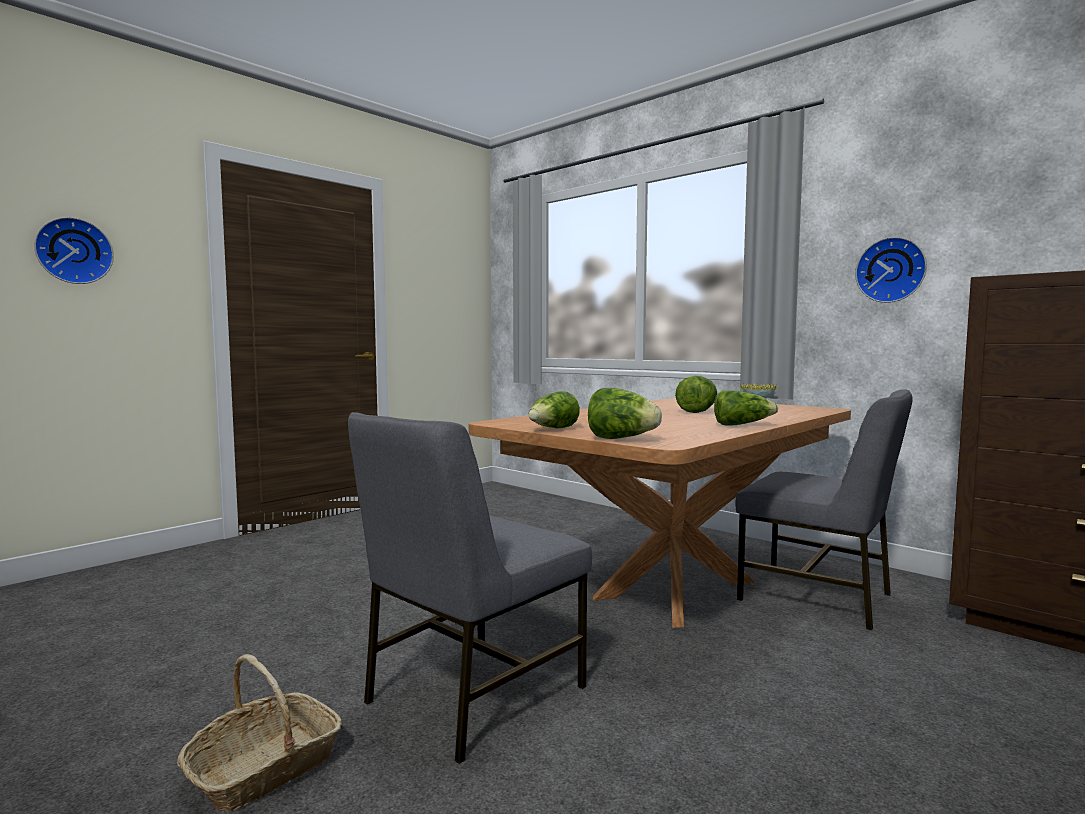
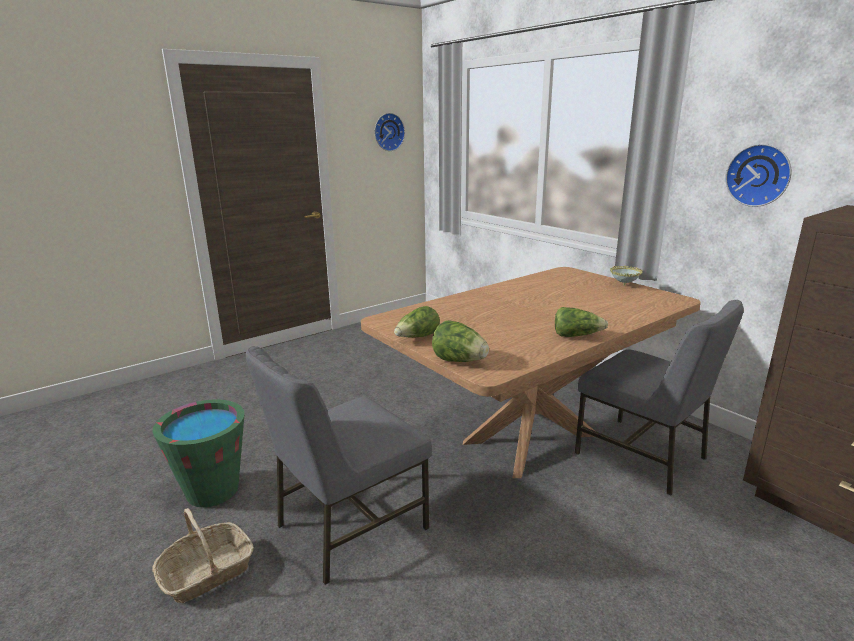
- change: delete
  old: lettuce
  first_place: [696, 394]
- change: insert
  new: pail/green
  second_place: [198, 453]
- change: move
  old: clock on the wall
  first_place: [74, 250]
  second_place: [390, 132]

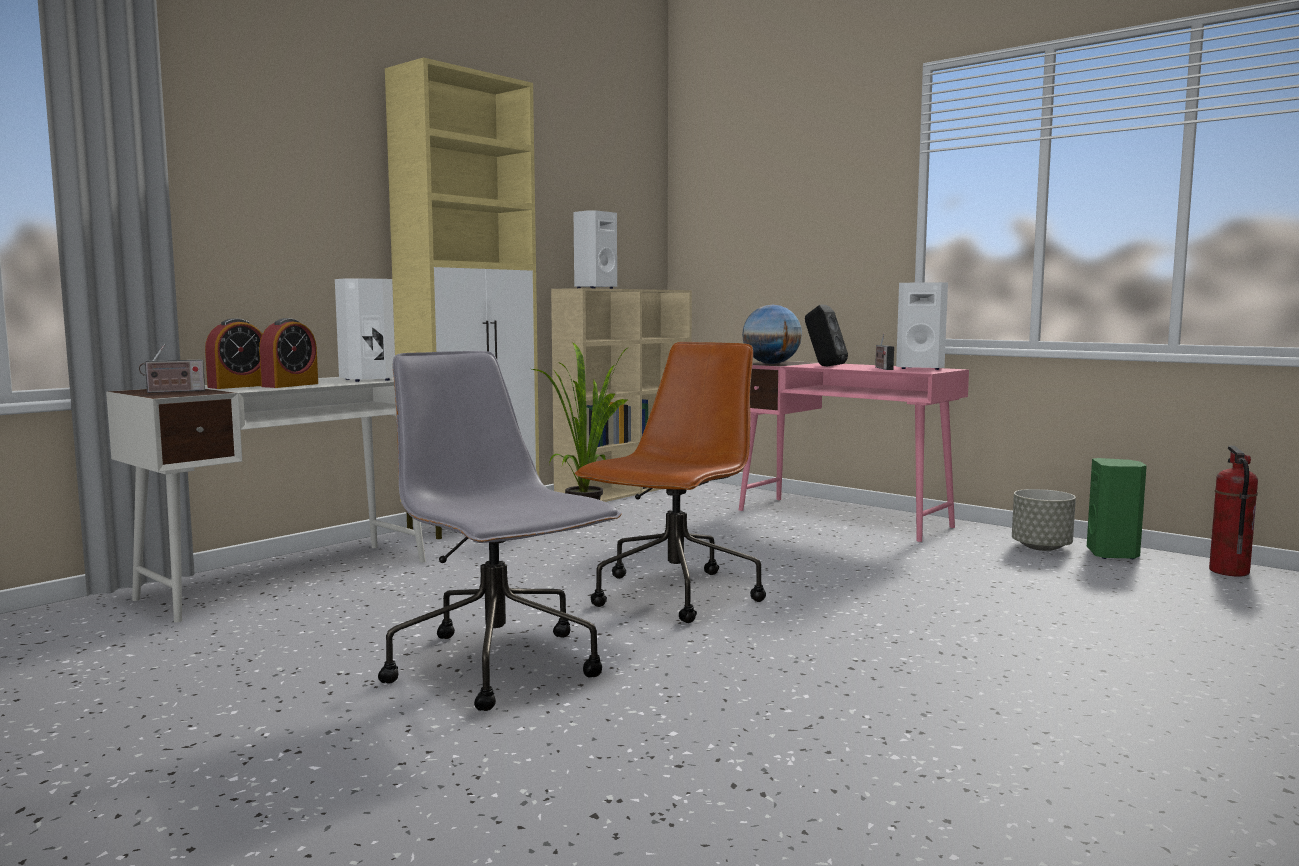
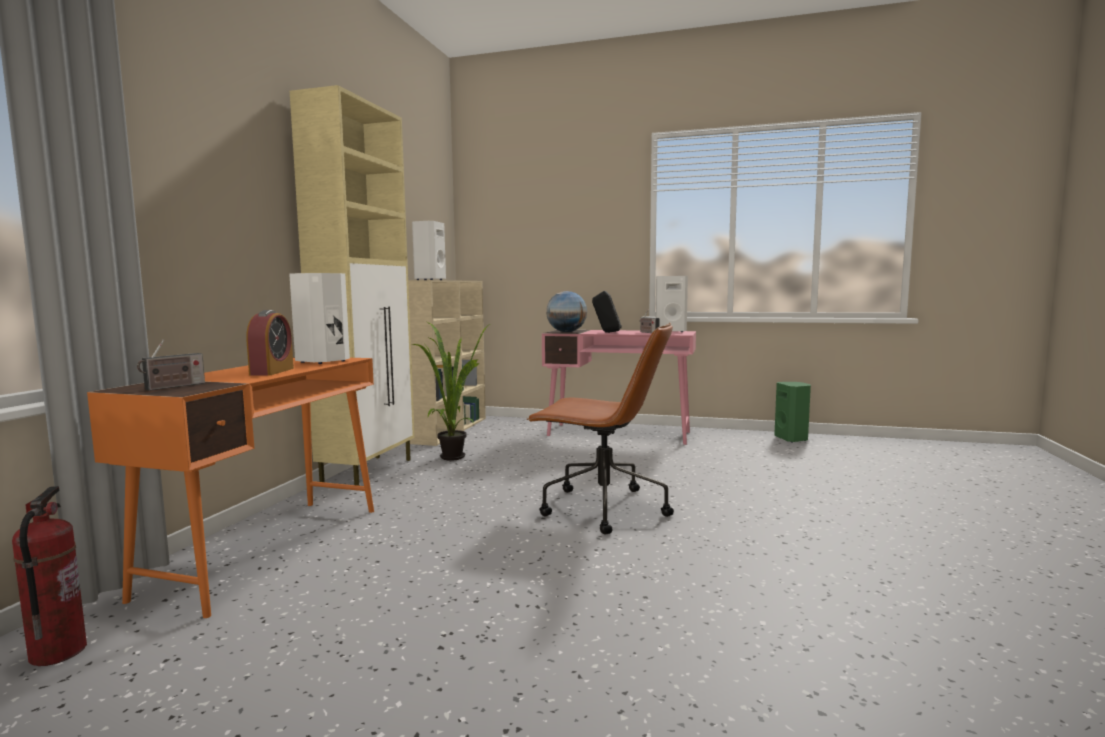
- change: delete
  old: bedside clock
  first_place: [233, 353]
- change: delete
  old: office chair/grey
  first_place: [500, 531]
- change: delete
  old: plant pot/grey
  first_place: [1044, 520]
- change: move
  old: fire extinguisher
  first_place: [1233, 511]
  second_place: [49, 576]
- change: recolor
  old: desk unit/white-coloured
  new: desk unit/orange-coloured
  first_place: [266, 499]
  second_place: [230, 488]
- change: rotate
  old: office chair/brown-coloured
  first_place: [670, 482]
  second_place: [600, 429]
  degrees: 105

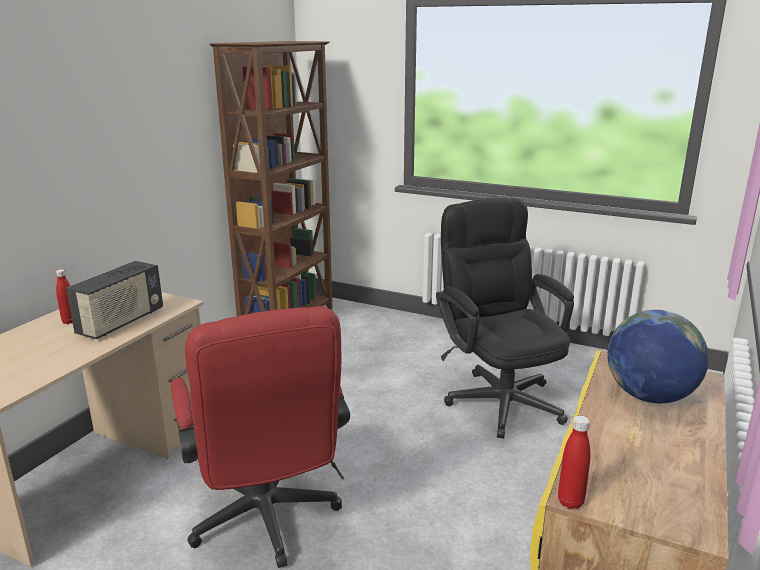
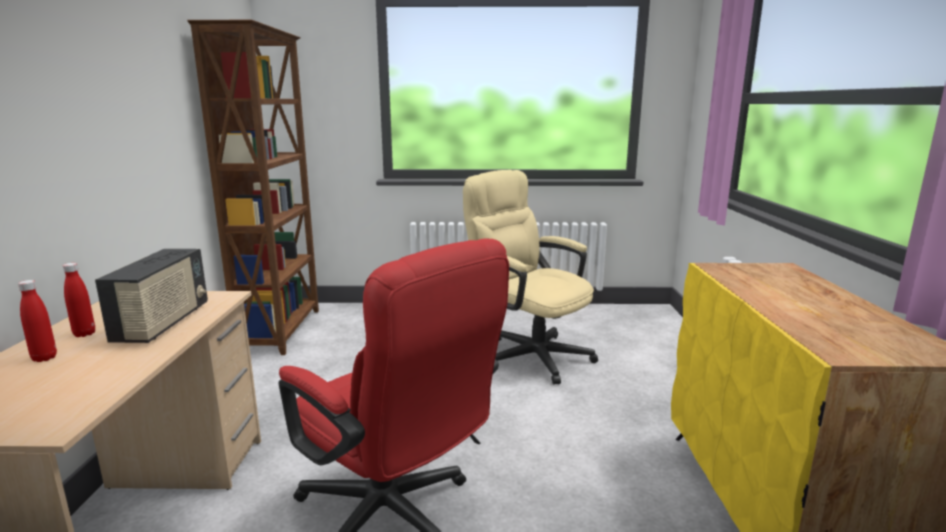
- change: delete
  old: globe
  first_place: [658, 357]
- change: move
  old: drink bottle/reddish
  first_place: [574, 462]
  second_place: [37, 321]
- change: recolor
  old: office chair/black
  new: office chair/beige-coloured
  first_place: [505, 318]
  second_place: [530, 277]

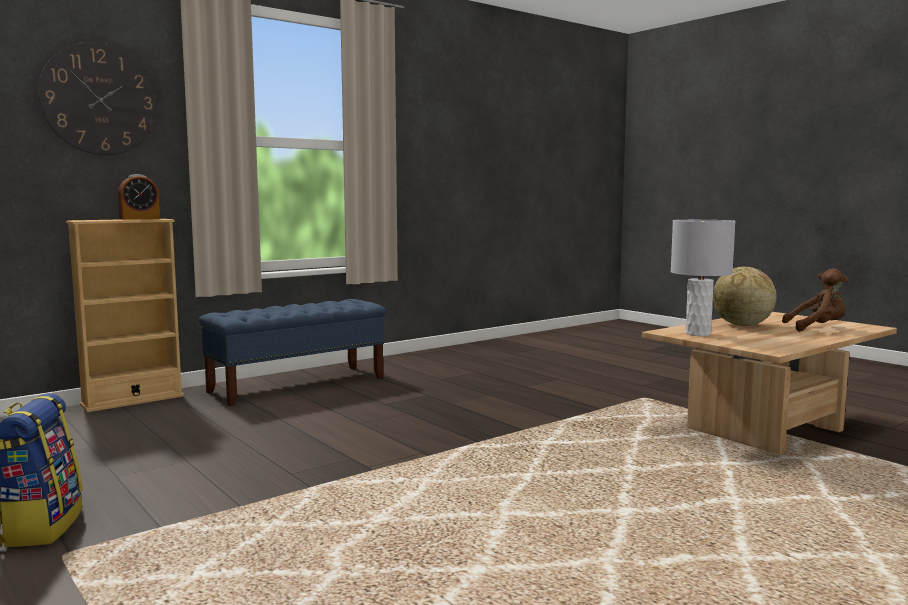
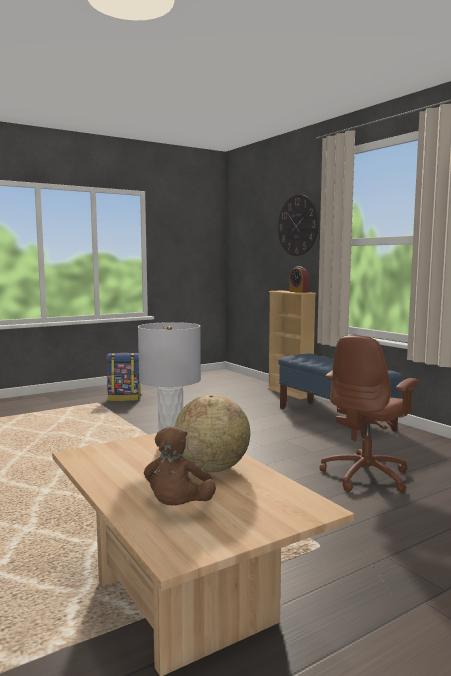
- change: insert
  new: office chair/brown-coloured
  second_place: [369, 414]

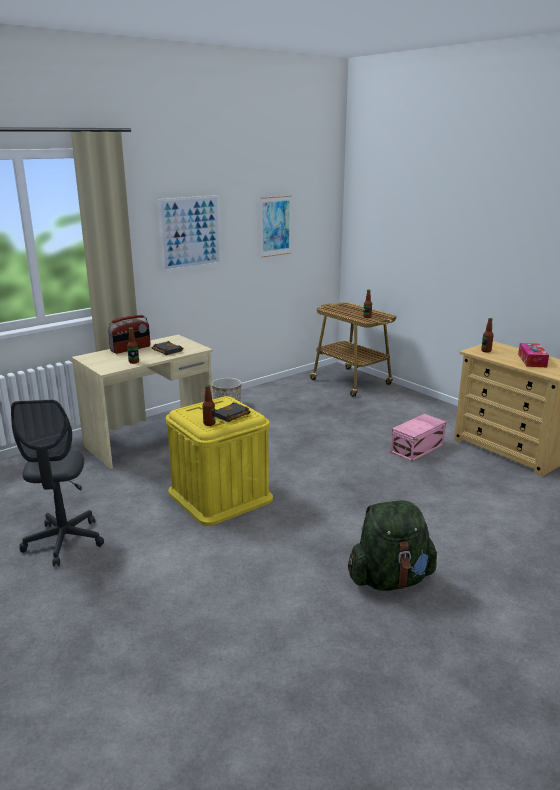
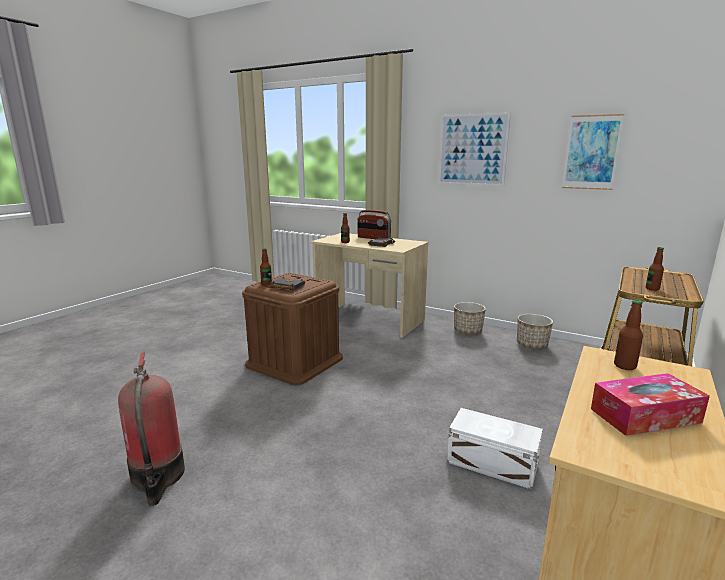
- change: delete
  old: office chair/grey
  first_place: [57, 483]
- change: insert
  new: plant pot
  second_place: [535, 331]
- change: replace
  old: knapsack/green
  new: fire extinguisher
  first_place: [392, 546]
  second_place: [151, 429]
- change: recolor
  old: storage box/yellow-coloured
  new: storage box/brown-coloured
  first_place: [219, 461]
  second_place: [292, 329]
- change: recolor
  old: storage box/pink-coloured
  new: storage box/white-coloured
  first_place: [418, 438]
  second_place: [495, 449]

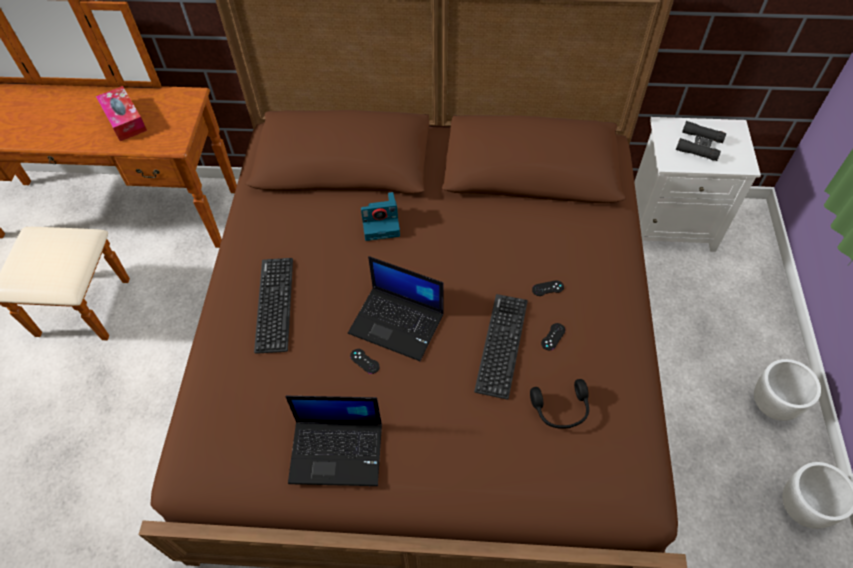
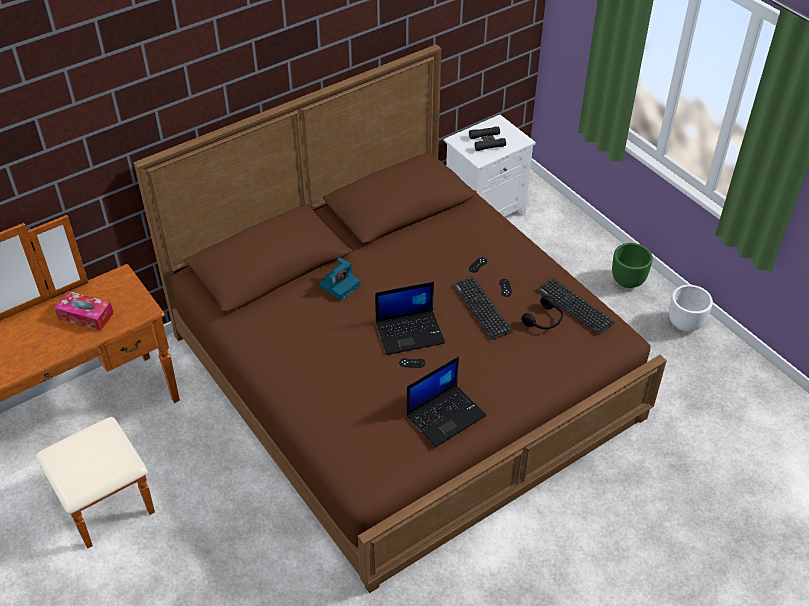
- change: move
  old: computer keyboard
  first_place: [273, 306]
  second_place: [575, 306]
- change: recolor
  old: plant pot/white-coloured
  new: plant pot/green
  first_place: [787, 390]
  second_place: [632, 265]

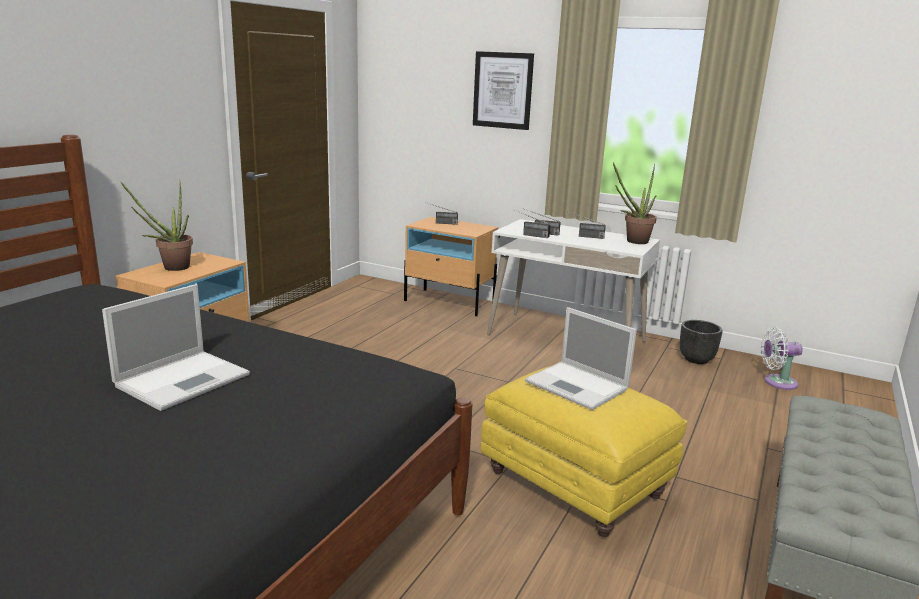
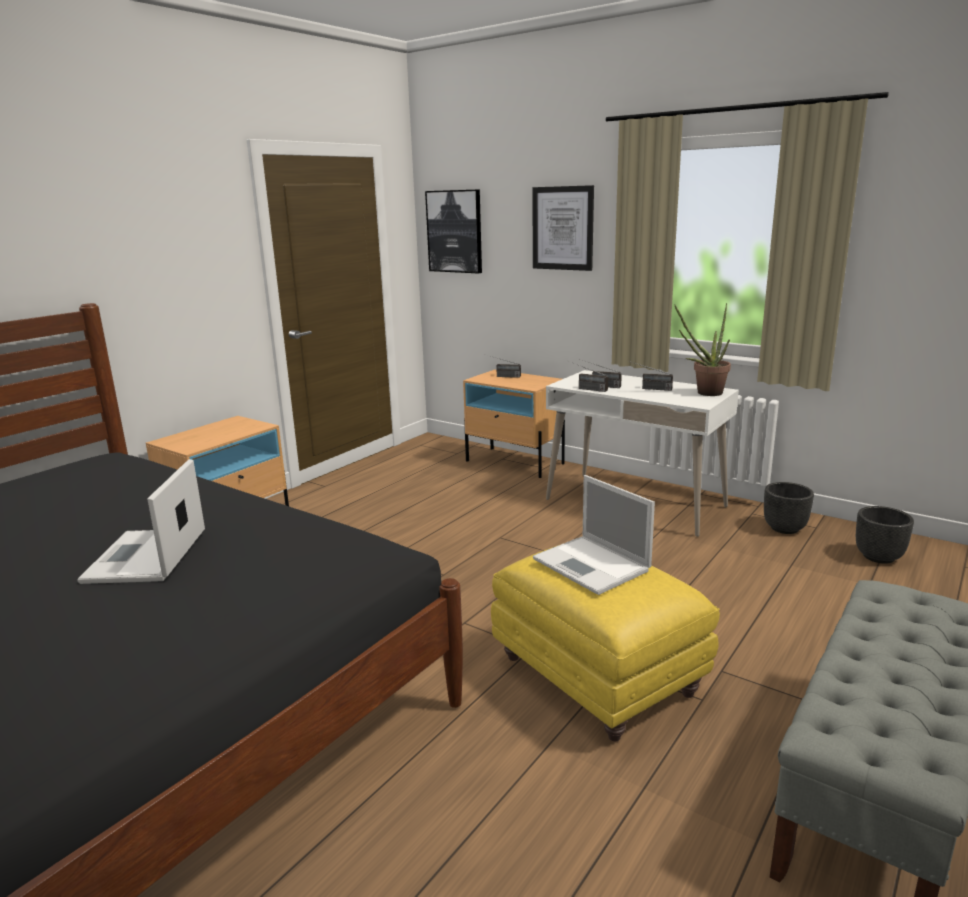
- change: delete
  old: plant in a pot
  first_place: [157, 226]
- change: insert
  new: picture
  second_place: [453, 231]
- change: replace
  old: fan/white-coloured
  new: plant pot/black
  first_place: [782, 358]
  second_place: [885, 535]
- change: rotate
  old: laptop
  first_place: [176, 347]
  second_place: [141, 521]
  degrees: 135

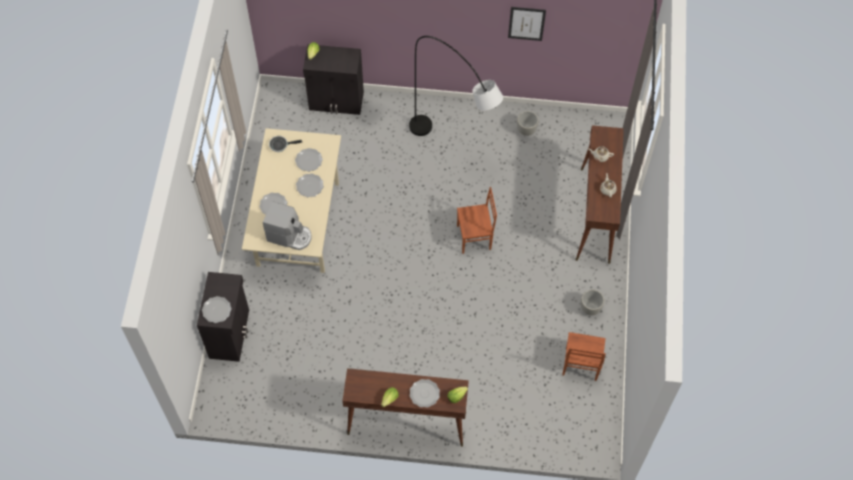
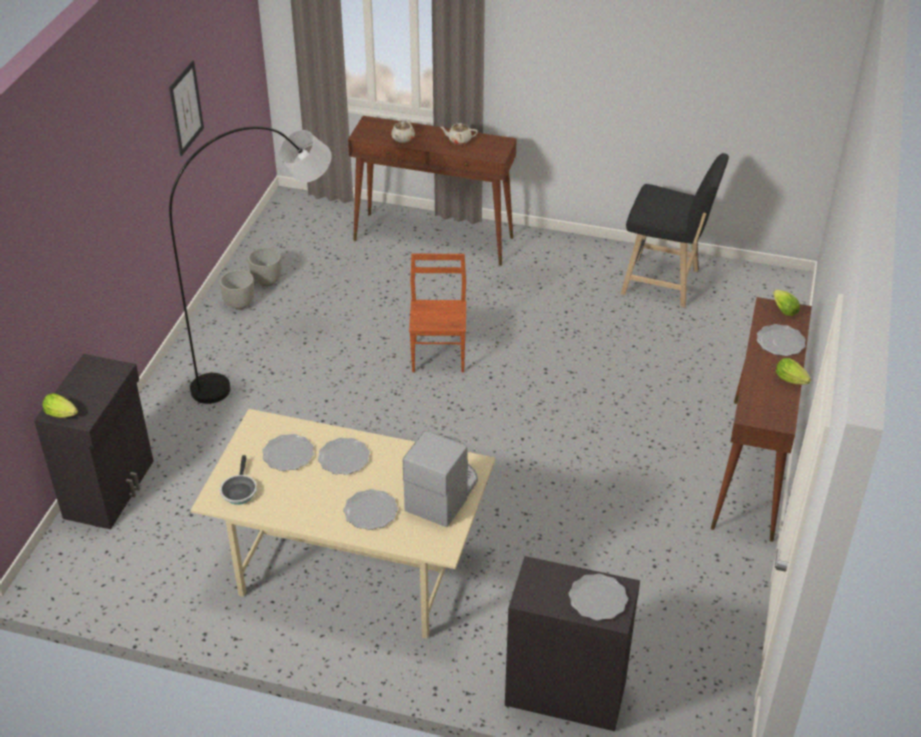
- change: move
  old: plant pot/grey
  first_place: [592, 302]
  second_place: [236, 290]
- change: replace
  old: plain chair/brown-coloured
  new: stool/black
  first_place: [584, 356]
  second_place: [675, 230]

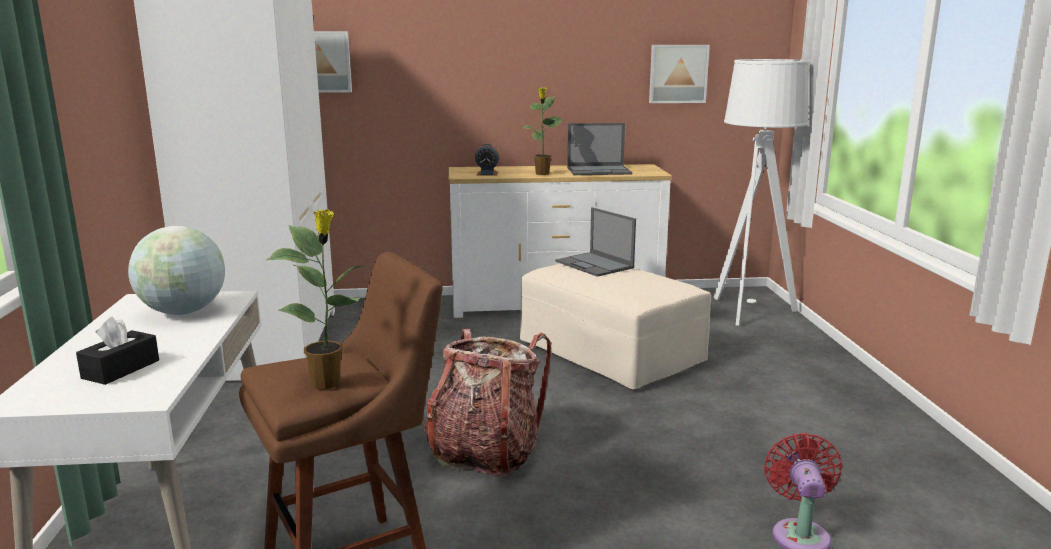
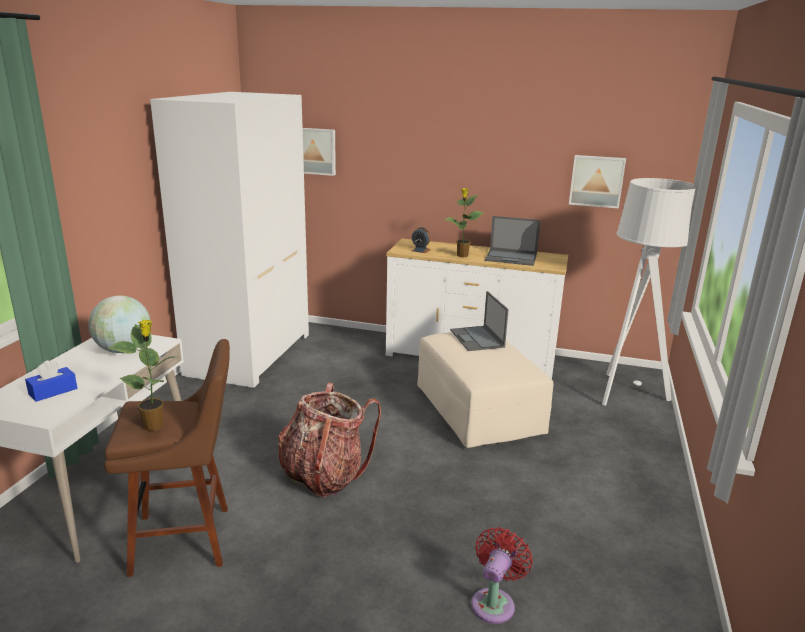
- change: recolor
  old: tissue holder/black
  new: tissue holder/bluish
  first_place: [117, 350]
  second_place: [51, 381]

